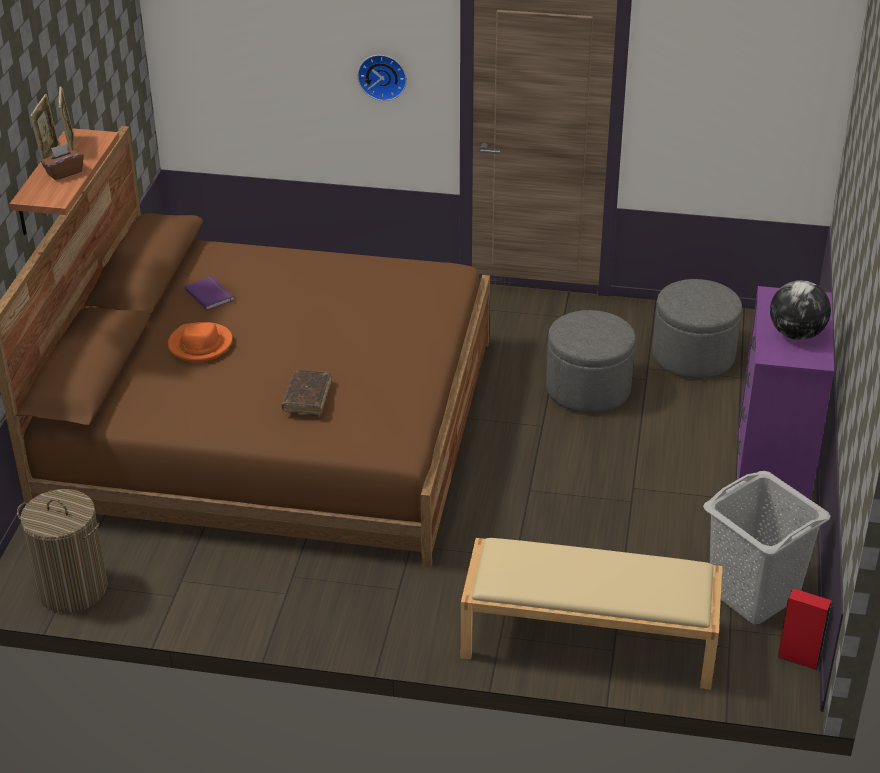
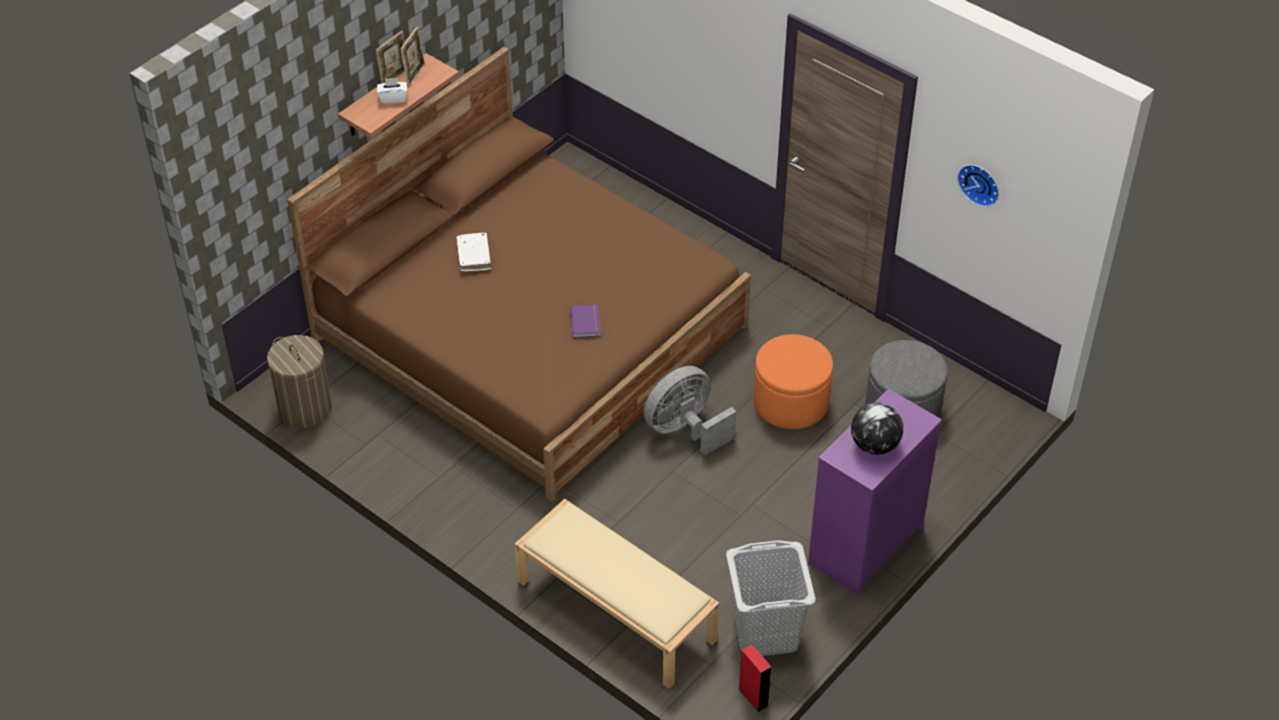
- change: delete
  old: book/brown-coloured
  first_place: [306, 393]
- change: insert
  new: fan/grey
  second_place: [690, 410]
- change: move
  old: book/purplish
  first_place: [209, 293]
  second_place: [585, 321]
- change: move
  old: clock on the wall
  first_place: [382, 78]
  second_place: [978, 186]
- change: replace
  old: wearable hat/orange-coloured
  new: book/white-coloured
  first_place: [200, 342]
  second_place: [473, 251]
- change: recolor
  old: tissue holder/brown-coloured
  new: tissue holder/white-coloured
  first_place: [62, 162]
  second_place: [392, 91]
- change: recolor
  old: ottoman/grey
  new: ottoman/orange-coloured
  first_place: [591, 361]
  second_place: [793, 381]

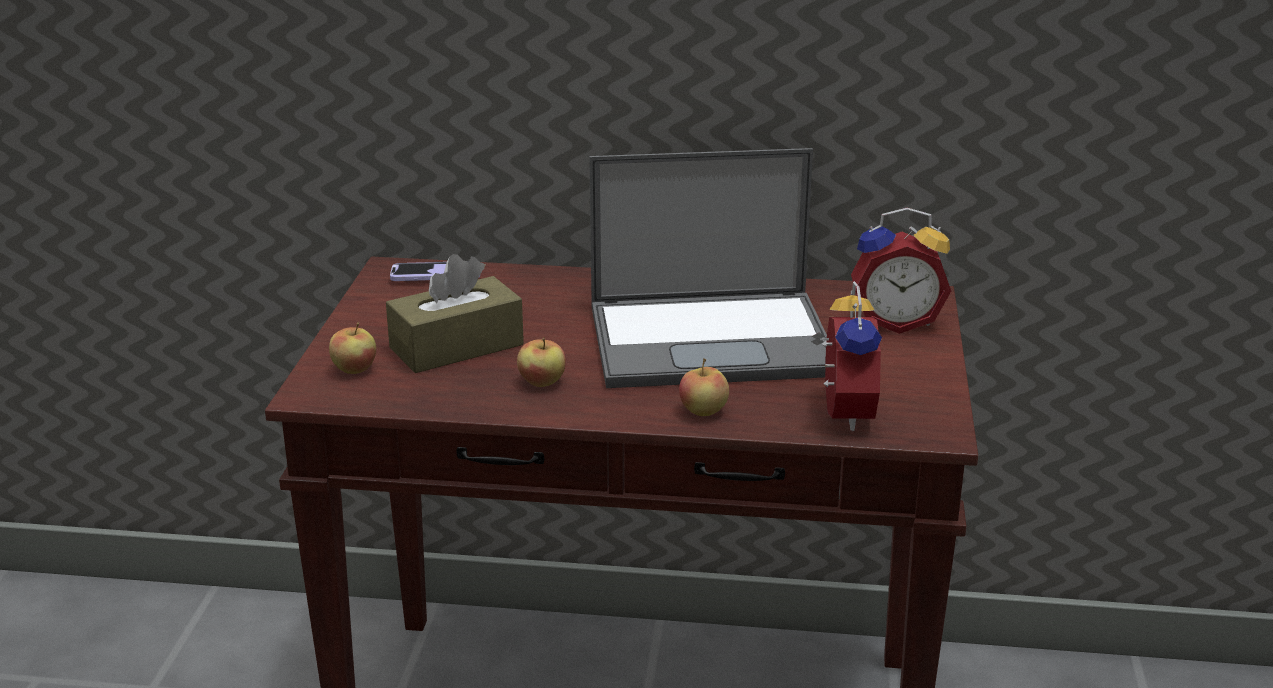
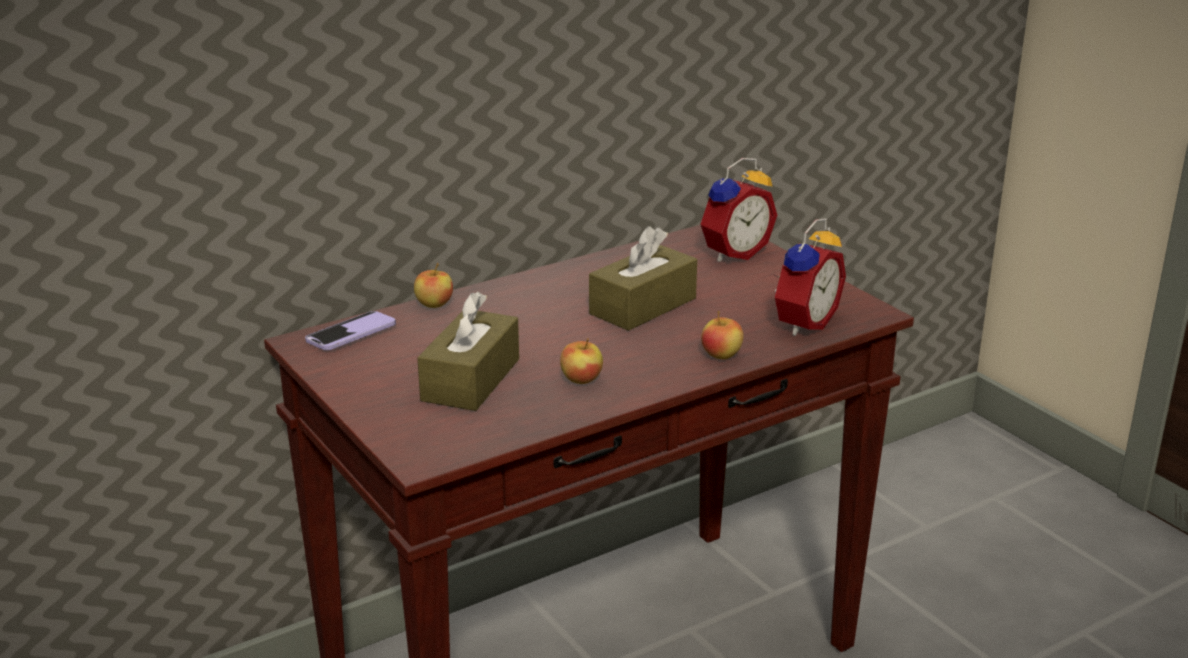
- change: move
  old: apple fruit
  first_place: [352, 348]
  second_place: [433, 285]
- change: replace
  old: laptop
  new: tissue holder/brown-coloured
  first_place: [708, 268]
  second_place: [643, 278]
- change: rotate
  old: bedside clock
  first_place: [846, 356]
  second_place: [809, 277]
  degrees: 75

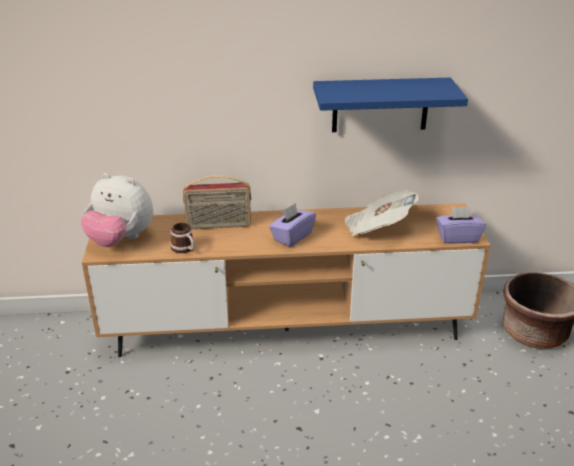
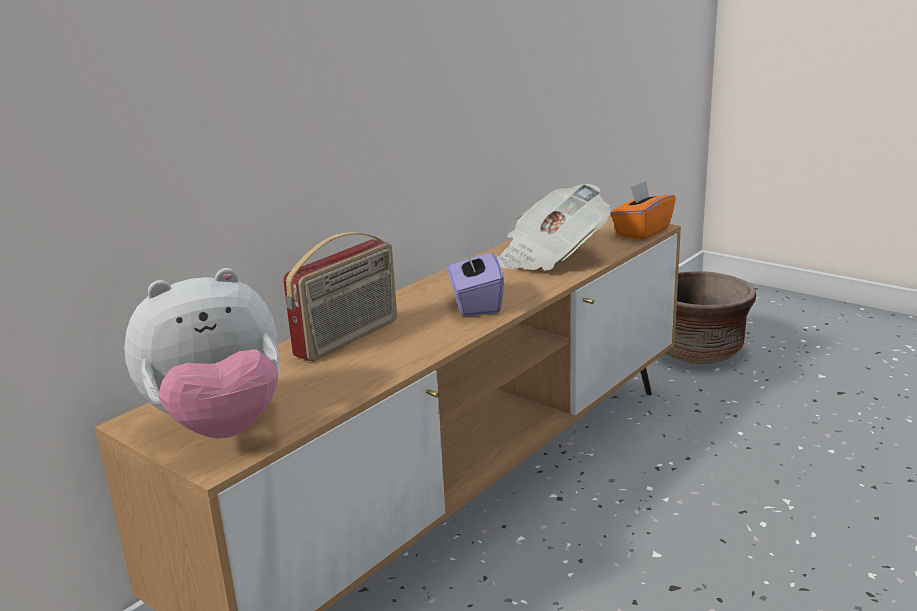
- change: delete
  old: coffee mug
  first_place: [182, 238]
- change: delete
  old: wall shelf/bluish
  first_place: [390, 105]
- change: recolor
  old: tissue holder/purplish
  new: tissue holder/orange-coloured
  first_place: [461, 225]
  second_place: [643, 210]

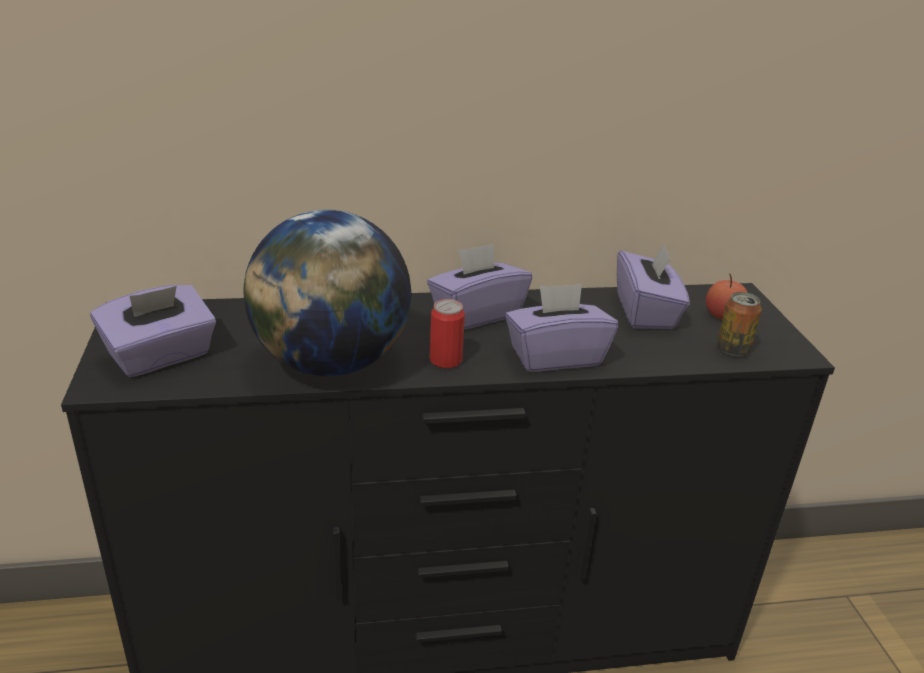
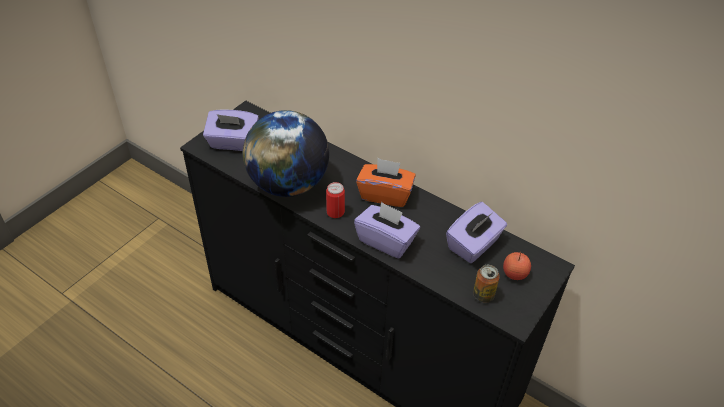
- change: recolor
  old: tissue holder/purplish
  new: tissue holder/orange-coloured
  first_place: [479, 286]
  second_place: [386, 182]

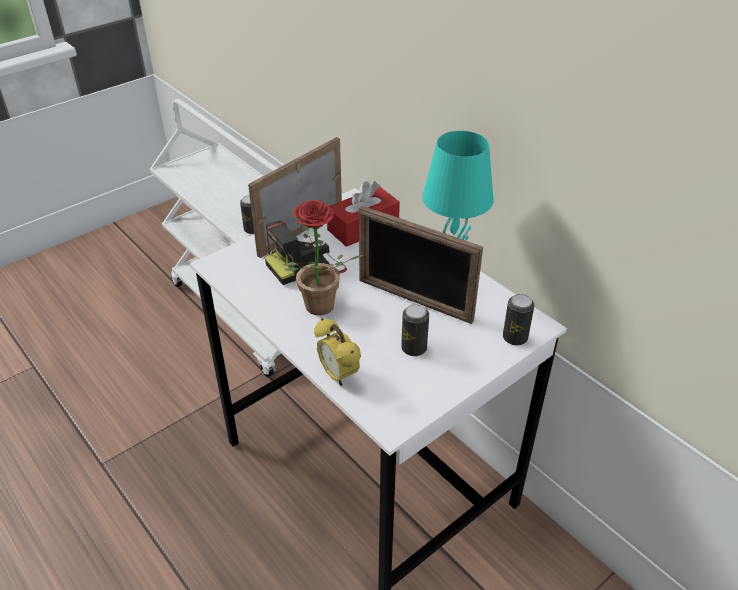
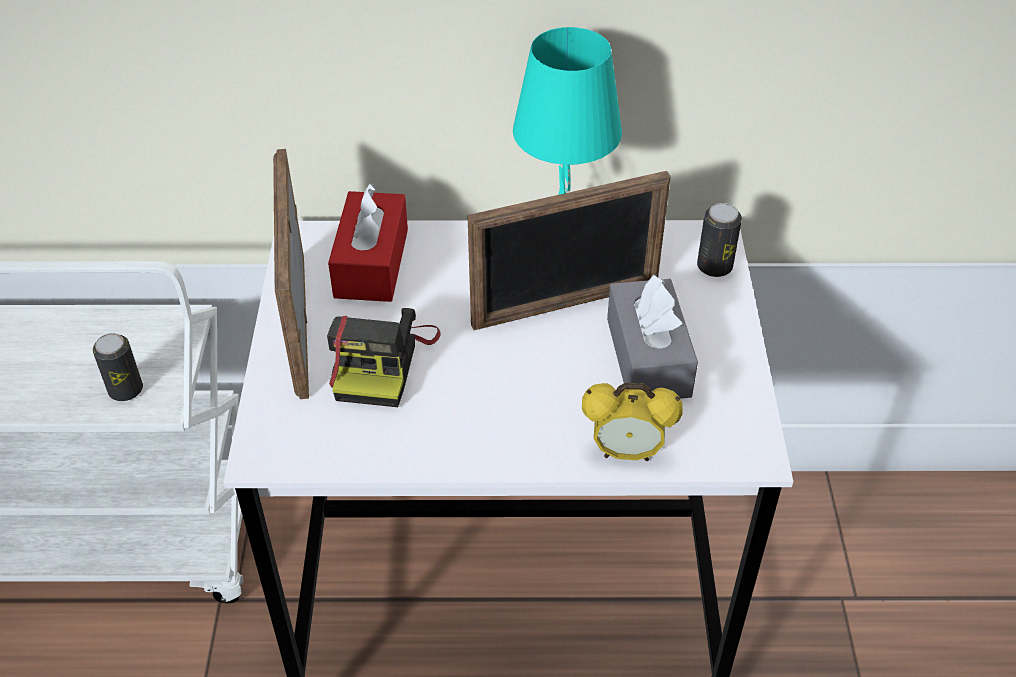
- change: delete
  old: plant in a pot
  first_place: [323, 257]
- change: replace
  old: metal can
  new: tissue holder/grey
  first_place: [415, 330]
  second_place: [652, 336]

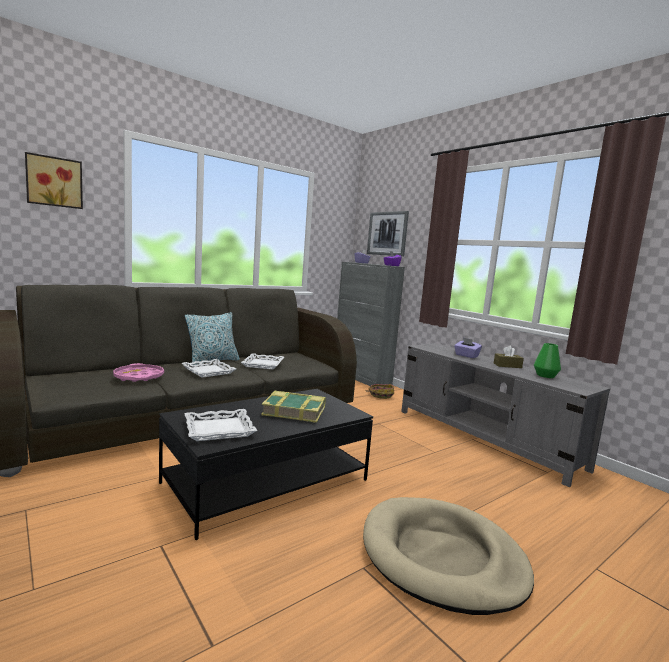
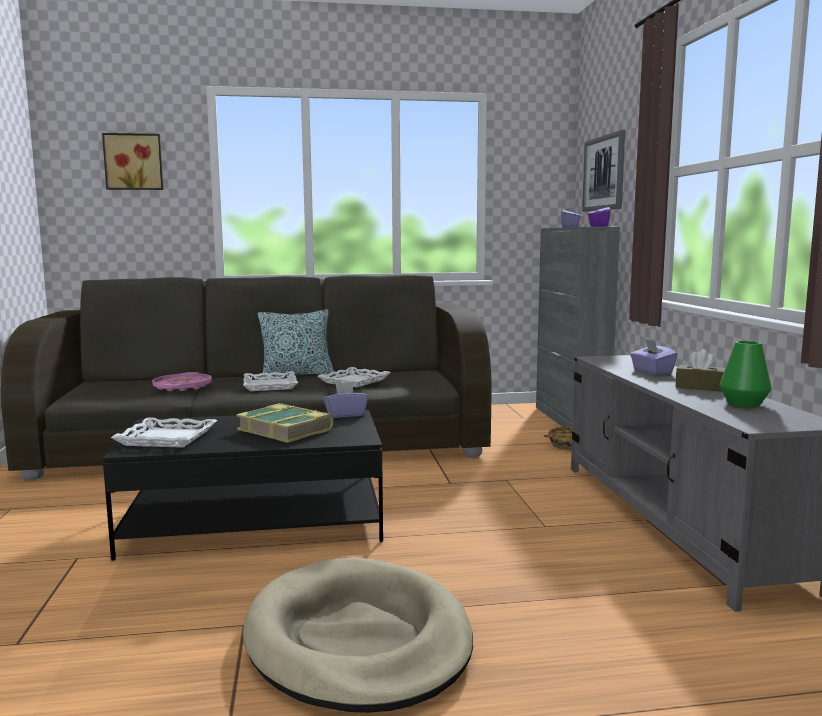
- change: insert
  new: tissue holder/purplish
  second_place: [345, 400]

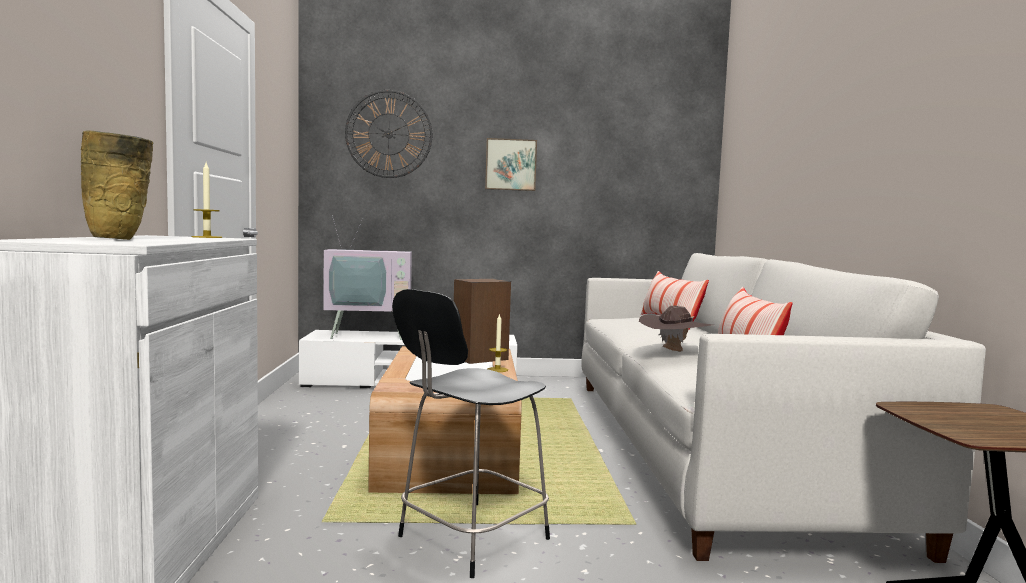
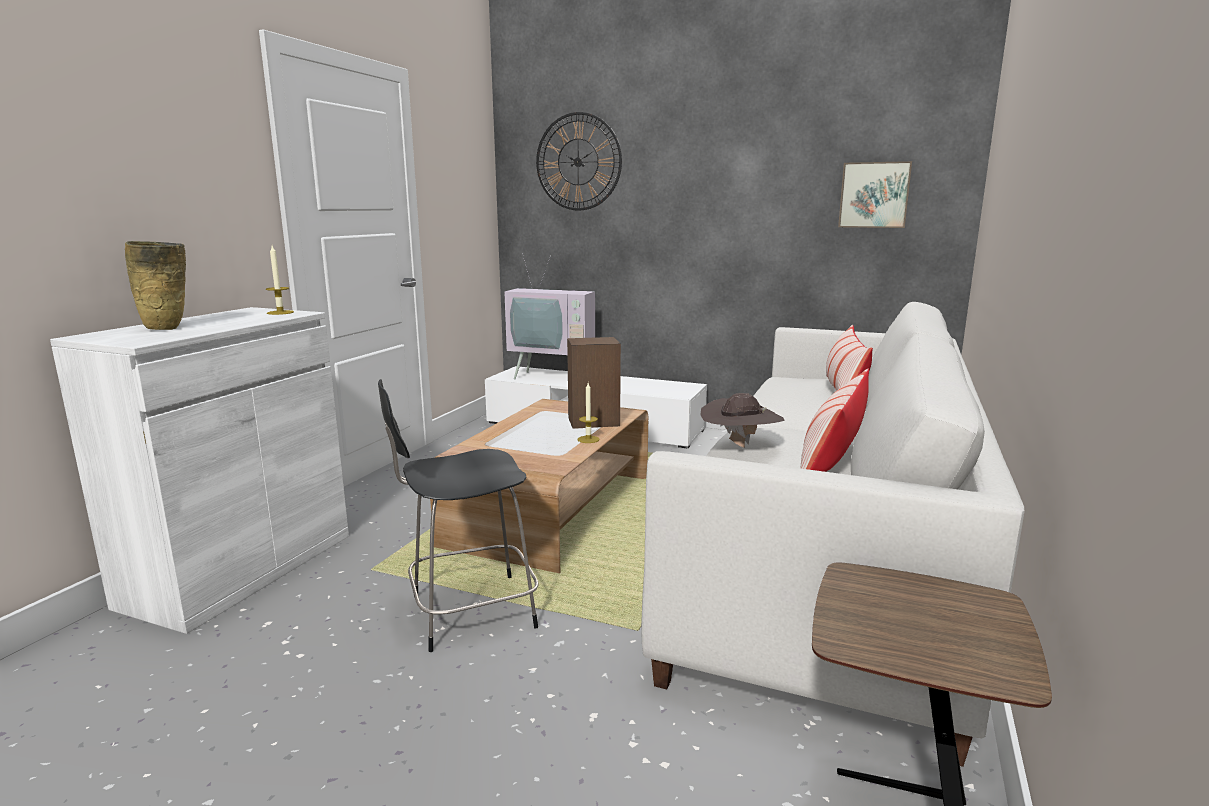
- change: move
  old: picture
  first_place: [511, 164]
  second_place: [875, 194]

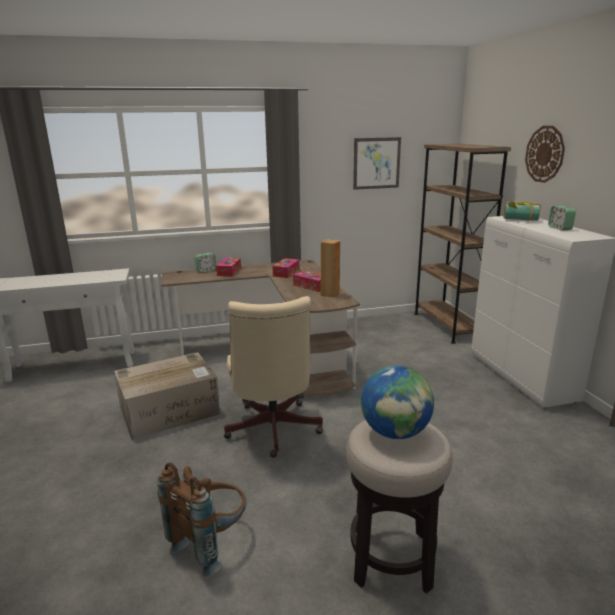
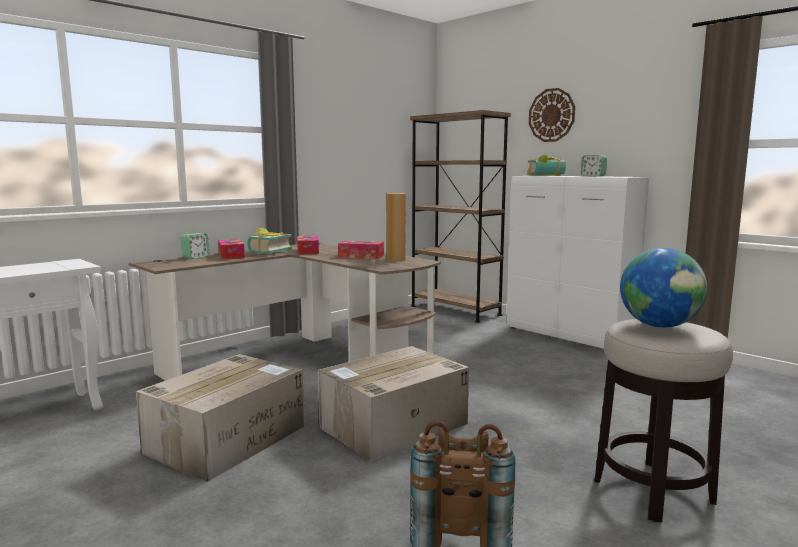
- change: delete
  old: picture
  first_place: [377, 163]
- change: insert
  new: book
  second_place: [269, 241]
- change: replace
  old: office chair/beige-coloured
  new: packing box
  first_place: [273, 377]
  second_place: [393, 404]

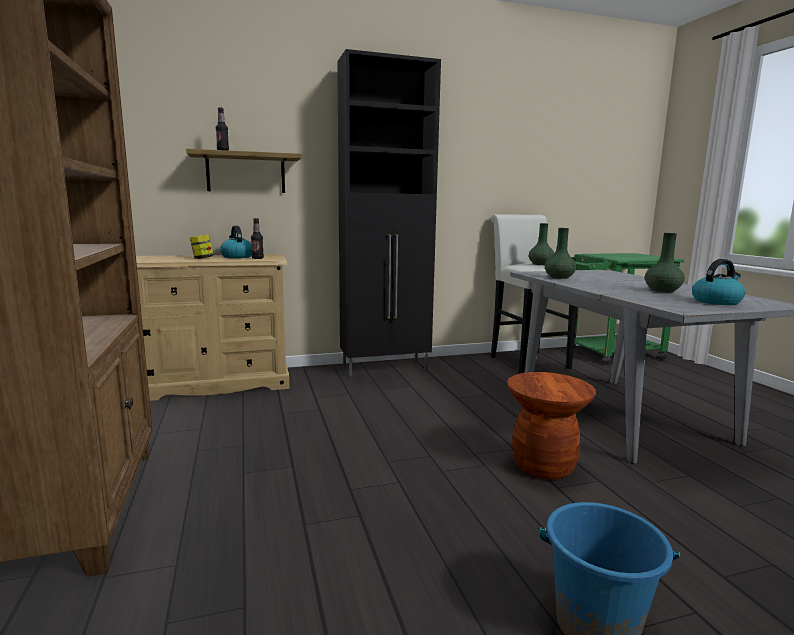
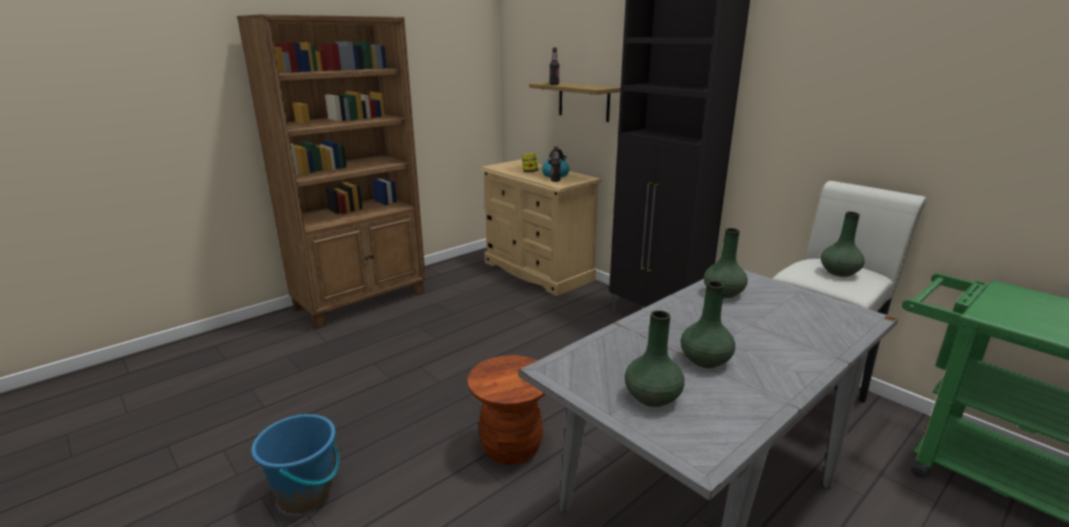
- change: replace
  old: tea kettle
  new: vase/green
  first_place: [718, 282]
  second_place: [655, 358]

